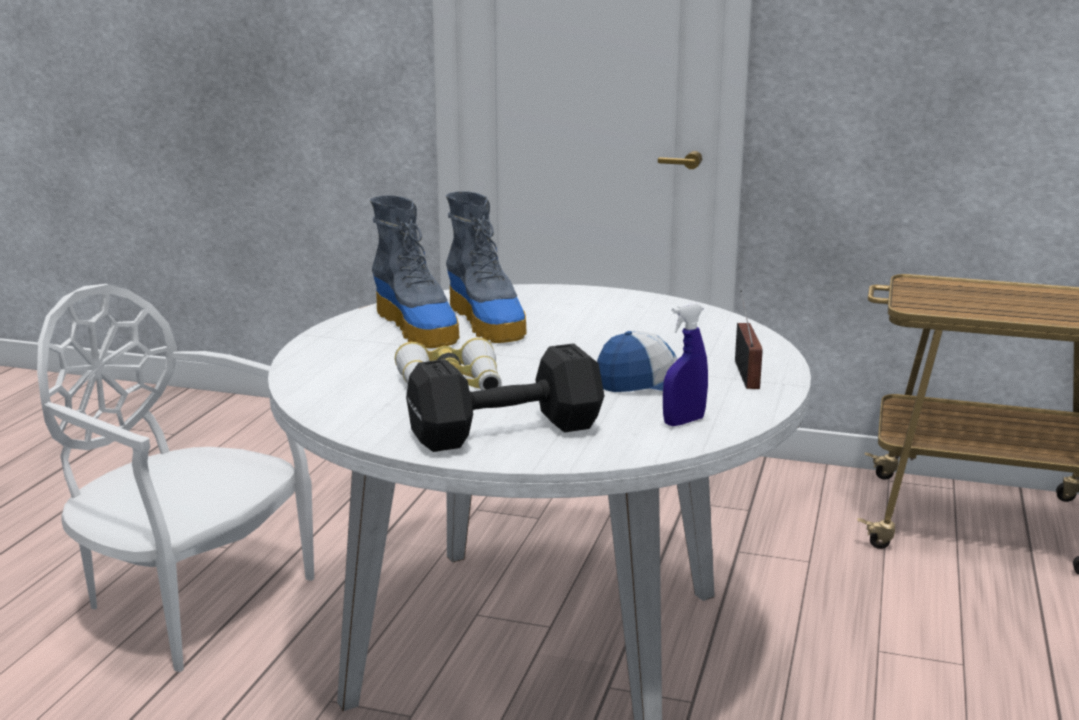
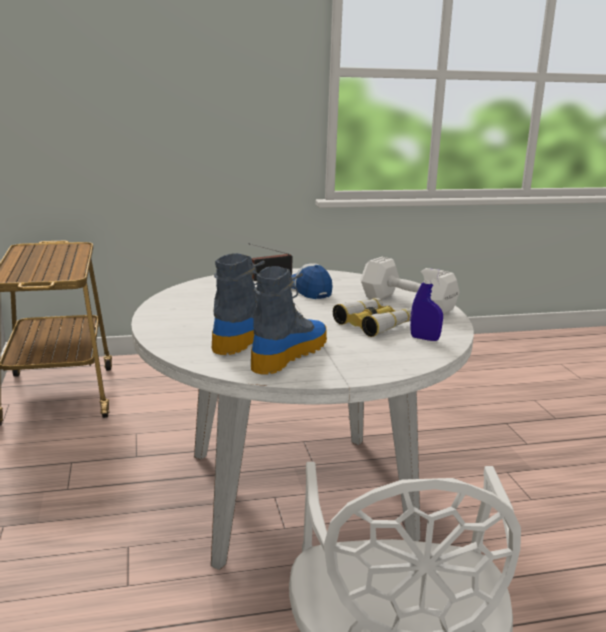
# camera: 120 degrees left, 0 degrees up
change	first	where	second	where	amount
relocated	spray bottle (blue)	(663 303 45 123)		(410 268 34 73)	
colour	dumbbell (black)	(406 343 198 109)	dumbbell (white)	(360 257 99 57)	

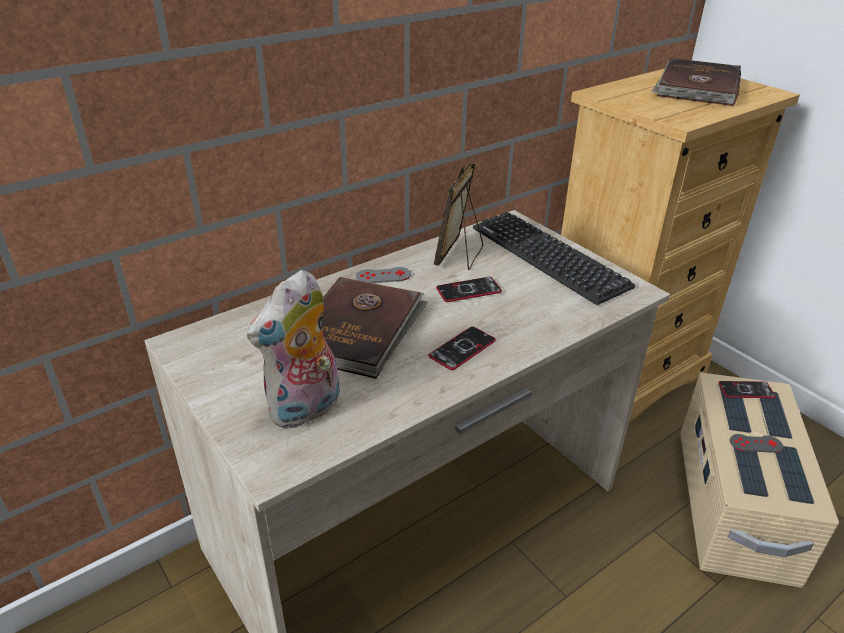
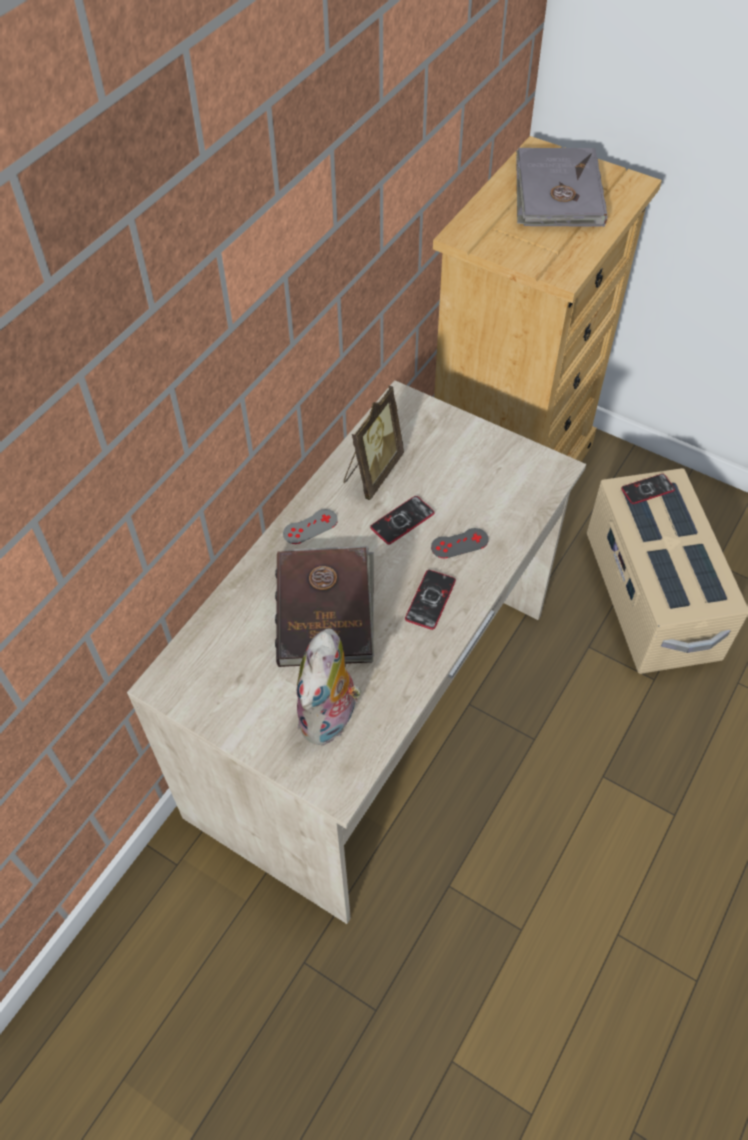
# camera: 20 degrees left, 20 degrees up
change	first	where	second	where	amount
colour	book (brown)	(651 58 90 48)	book (grey)	(516 148 91 79)	
spun	picture frame	(434 163 49 107)		(343 386 61 114)	150 degrees counterclockwise
missing	keyboard	(473 212 162 93)			
relocated	game controller (grey)	(730 434 53 19)		(431 528 57 30)	

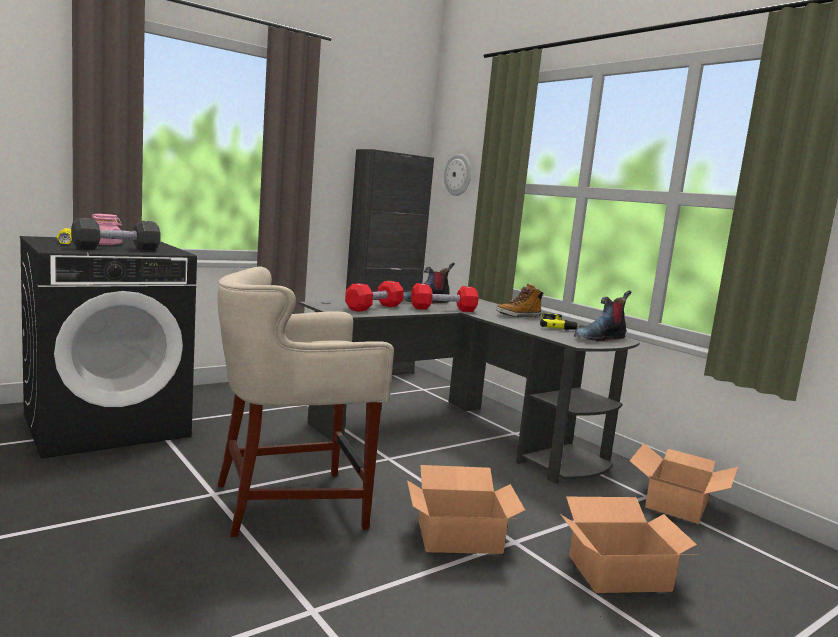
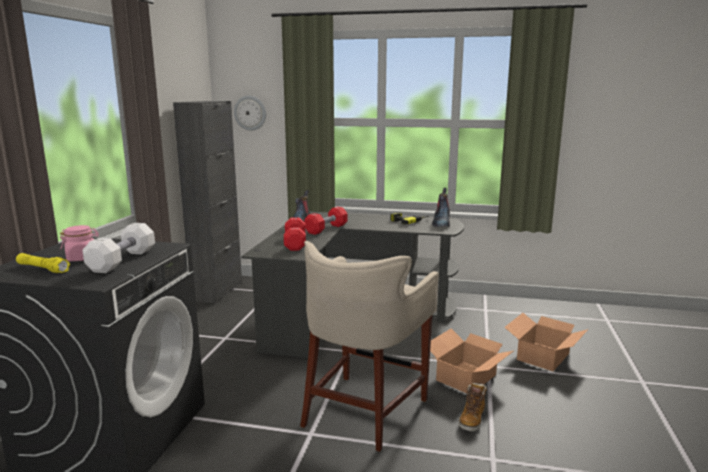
# camera: 40 degrees left, 5 degrees up
change	first	where	second	where	amount
colour	dumbbell (black)	(71 218 90 33)	dumbbell (white)	(82 223 73 50)	
relocated	boot	(496 283 47 34)		(458 383 29 49)	
missing	cardboard box	(630 443 108 81)			

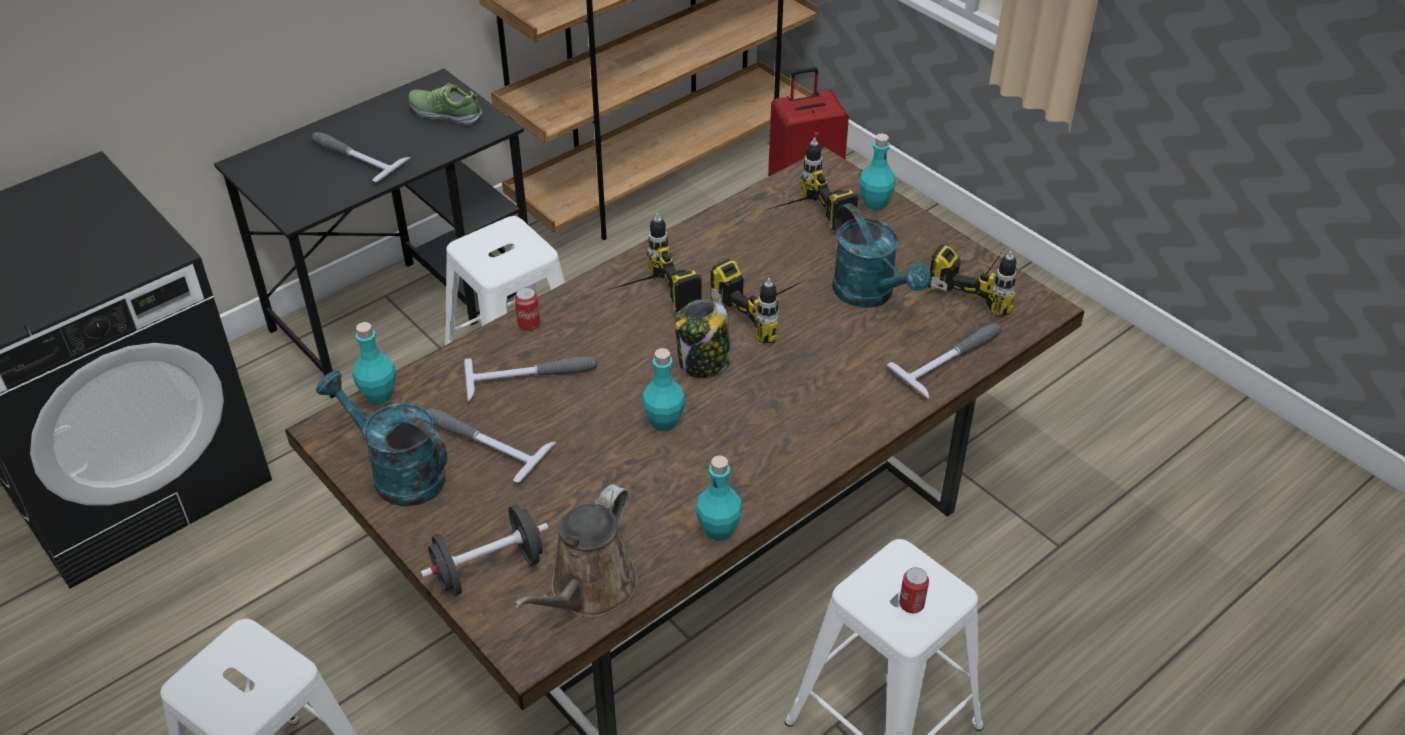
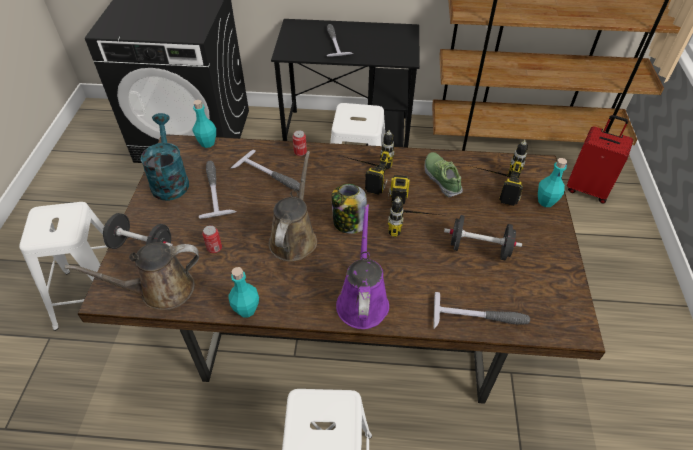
# camera: 45 degrees right, 5 degrees up
change	first	where	second	where	amount
relocated	shoe	(408 83 74 43)		(424 152 39 45)	
exchanged	watering can (turquoise)	(832 203 99 105)	dumbbell (black)	(444 215 78 45)	
missing	power drill	(928 244 89 72)			
exchanged	bottle (turquoise)	(642 348 43 83)	watering can (brown)	(268 151 49 111)	
relocated	can	(899 567 30 46)		(202 225 20 28)	
appeared			watering can (purple)	(336 205 53 124)	

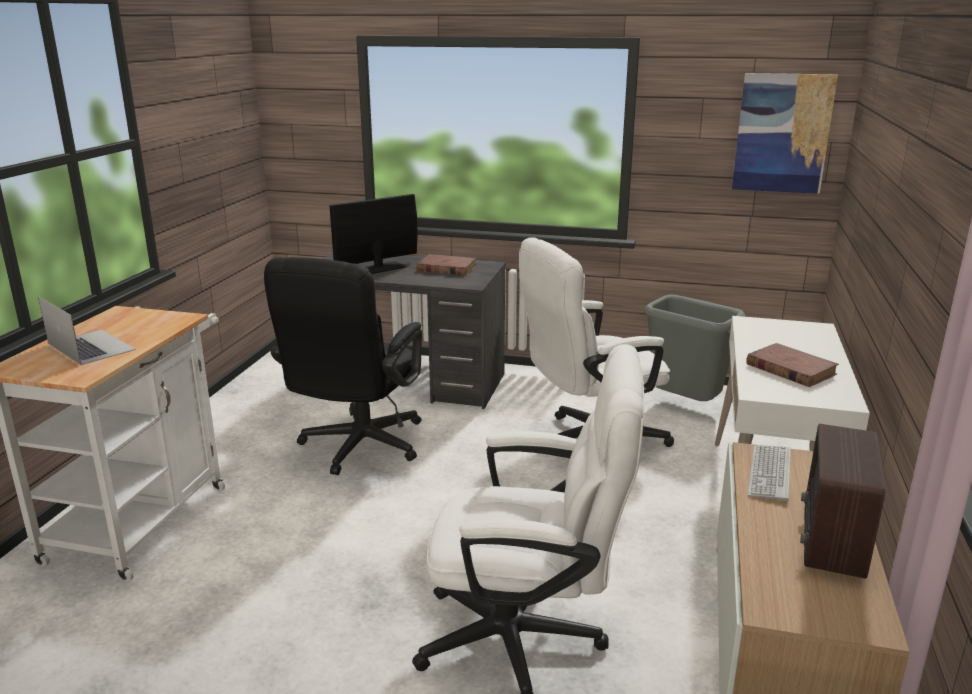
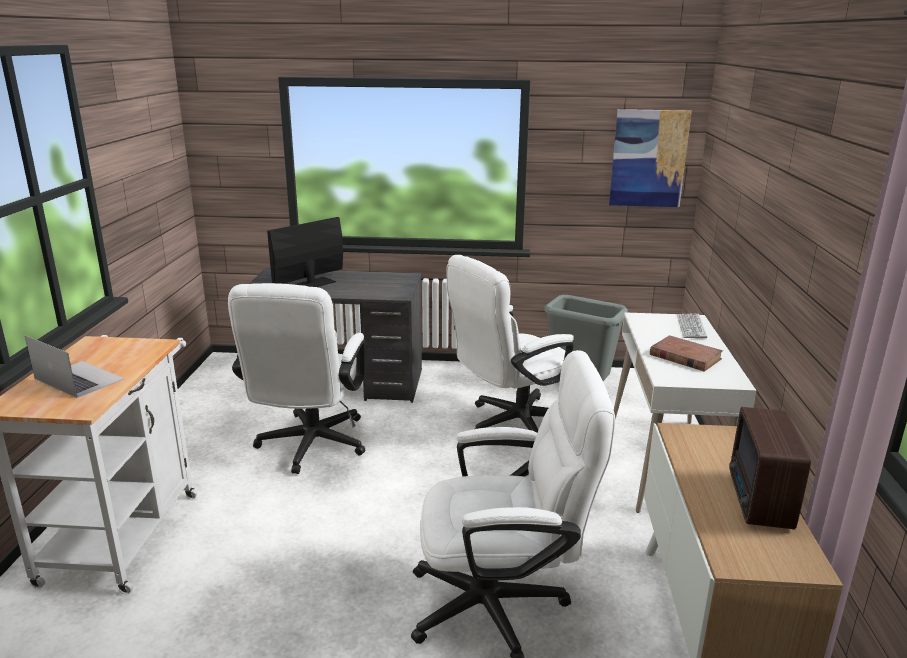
# camera: 10 degrees left, 0 degrees up
change	first	where	second	where	amount
missing	book (brown)	(417 254 60 22)			
colour	office chair (black)	(264 257 158 218)	office chair (white)	(228 283 137 191)	
relocated	keyboard	(748 445 43 56)		(677 313 30 25)	

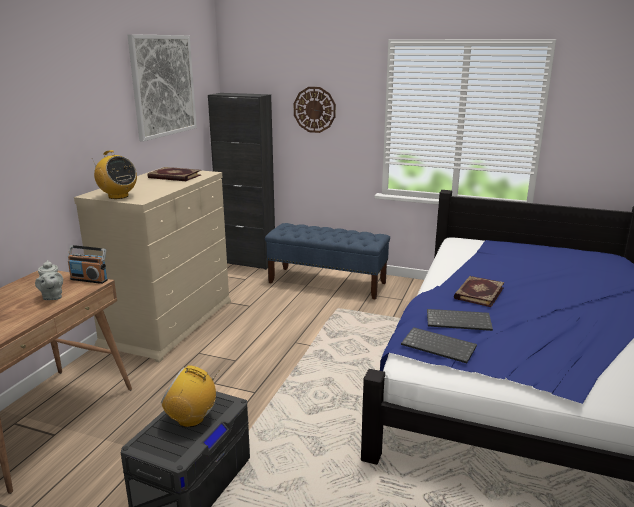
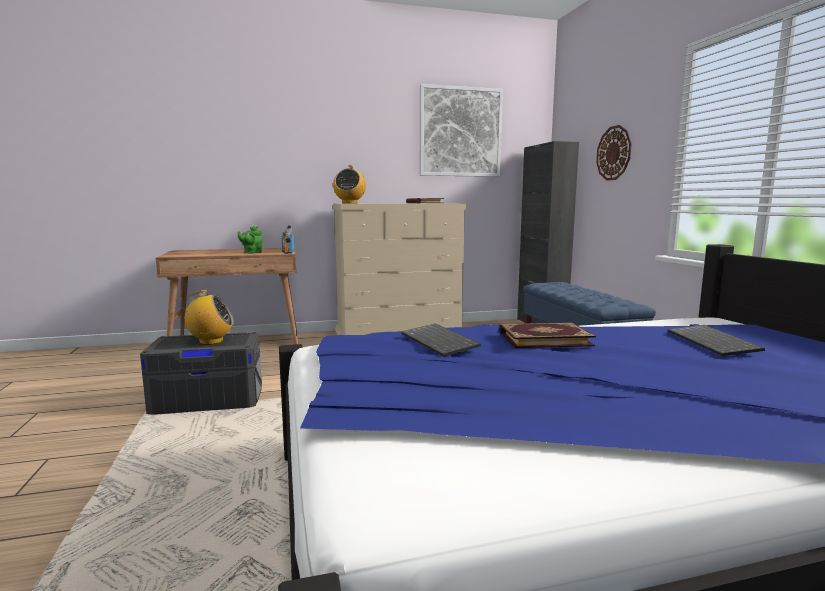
# camera: 55 degrees right, 10 degrees down
change	first	where	second	where	amount
colour	teapot (grey)	(35 260 28 40)	teapot (green)	(238 226 25 28)	
relocated	keyboard	(401 327 76 36)		(668 325 97 31)	
spun	radio	(161 365 56 62)		(179 290 55 55)	105 degrees clockwise

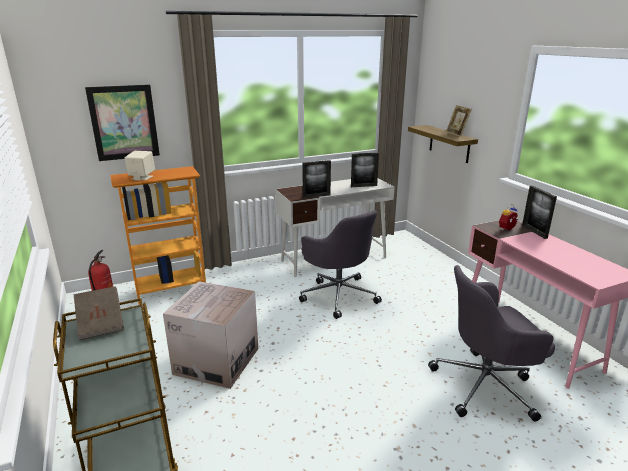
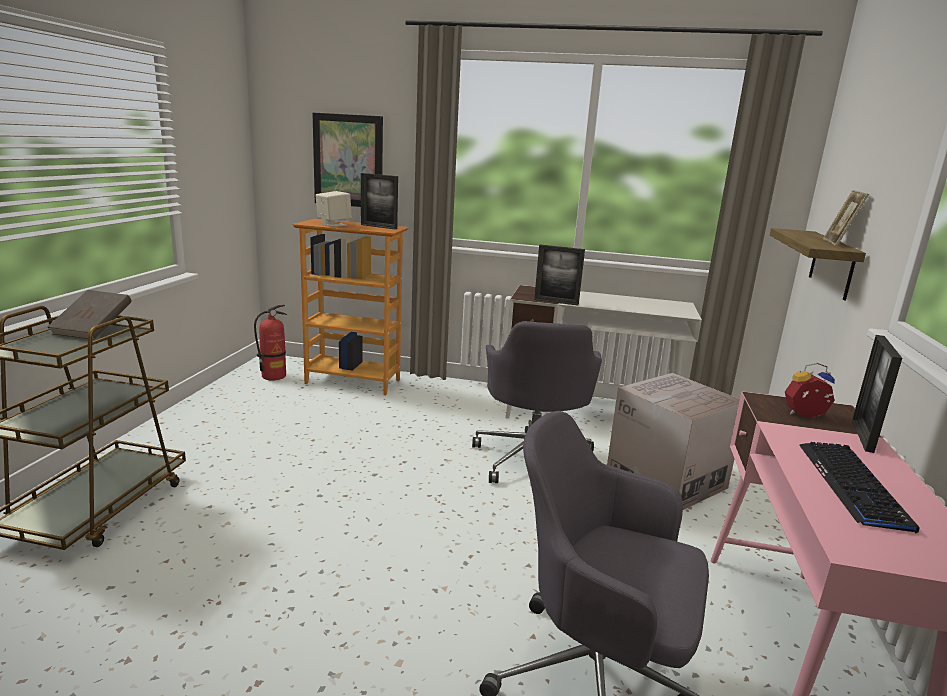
# camera: 35 degrees right, 5 degrees down
change	first	where	second	where	amount
relocated	picture frame	(351 153 28 34)		(361 173 37 56)	
relocated	cardboard box	(163 281 95 108)		(607 373 133 137)	
appeared			keyboard	(799 442 121 91)	

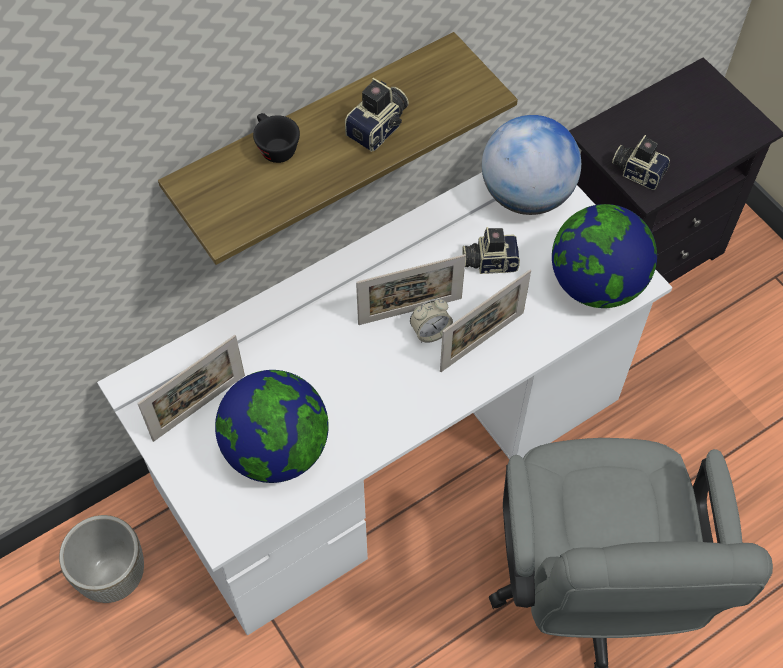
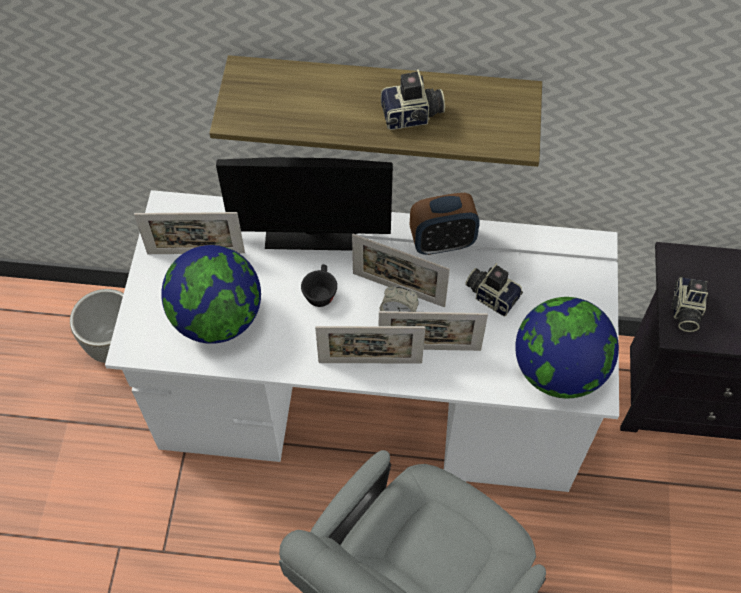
# camera: 40 degrees right, 0 degrees up
change	first	where	second	where	amount
relocated	cup (black)	(253 113 47 50)		(301 264 36 43)	
missing	globe	(482 115 99 100)			
spun	photo camera	(612 135 58 55)		(672 277 36 55)	150 degrees counterclockwise
appeared			monitor	(216 157 177 94)	
appeared			alarm clock	(410 193 70 62)	
appeared			picture frame	(315 326 110 38)	

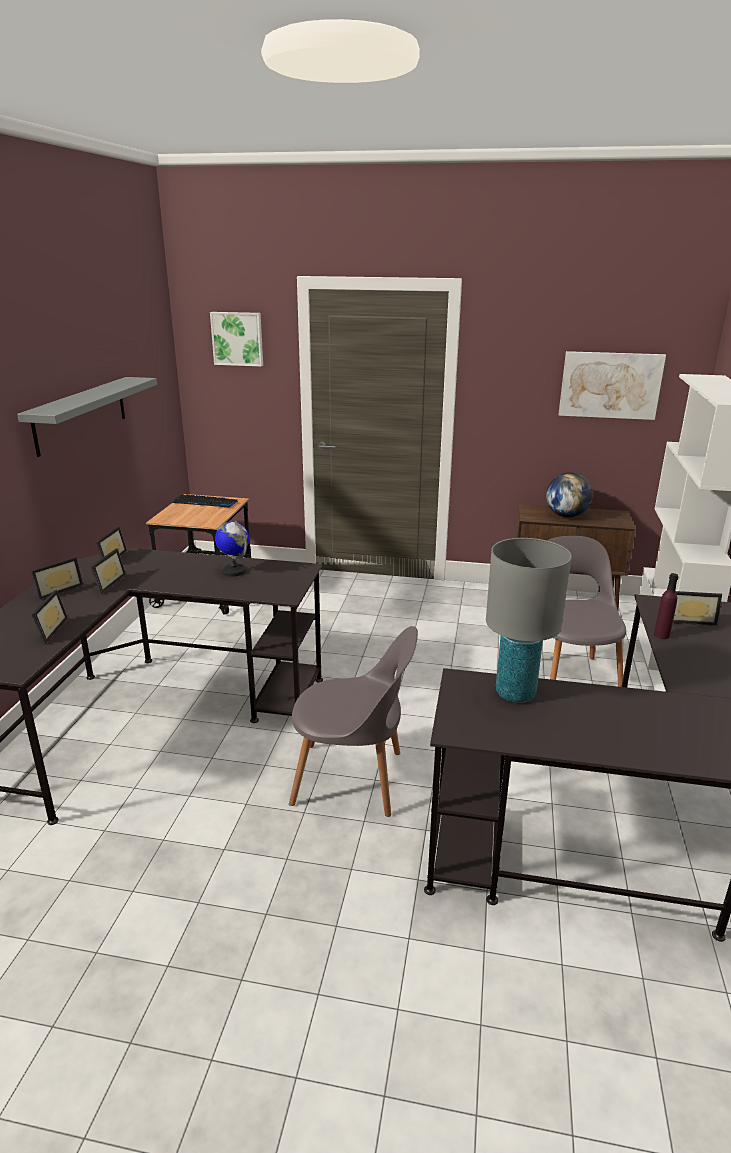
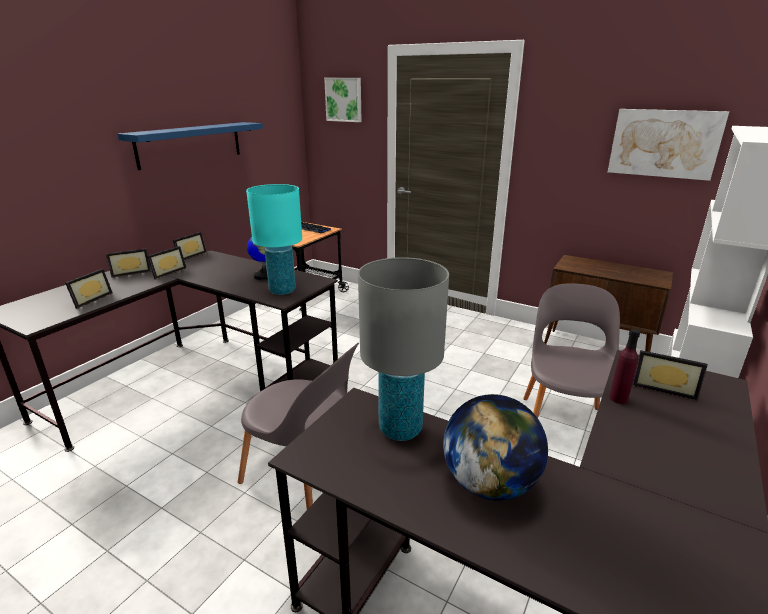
# camera: 20 degrees right, 0 degrees up
change	first	where	second	where	amount
colour	shelf (grey)	(17 377 140 80)	shelf (blue)	(117 122 146 48)	
relocated	globe	(546 472 47 45)		(443 394 105 107)	
appeared			table lamp (turquoise)	(246 184 56 111)	

